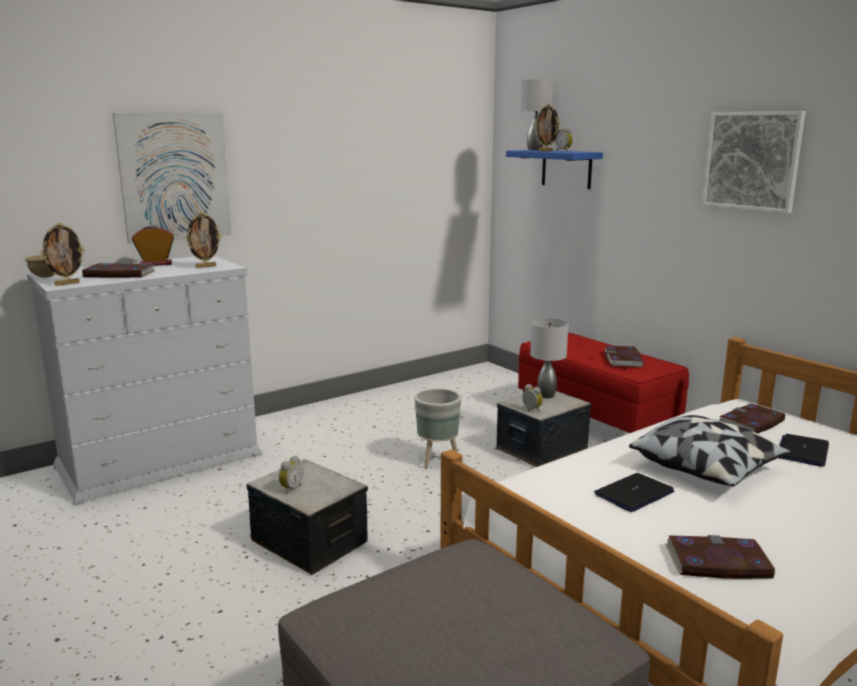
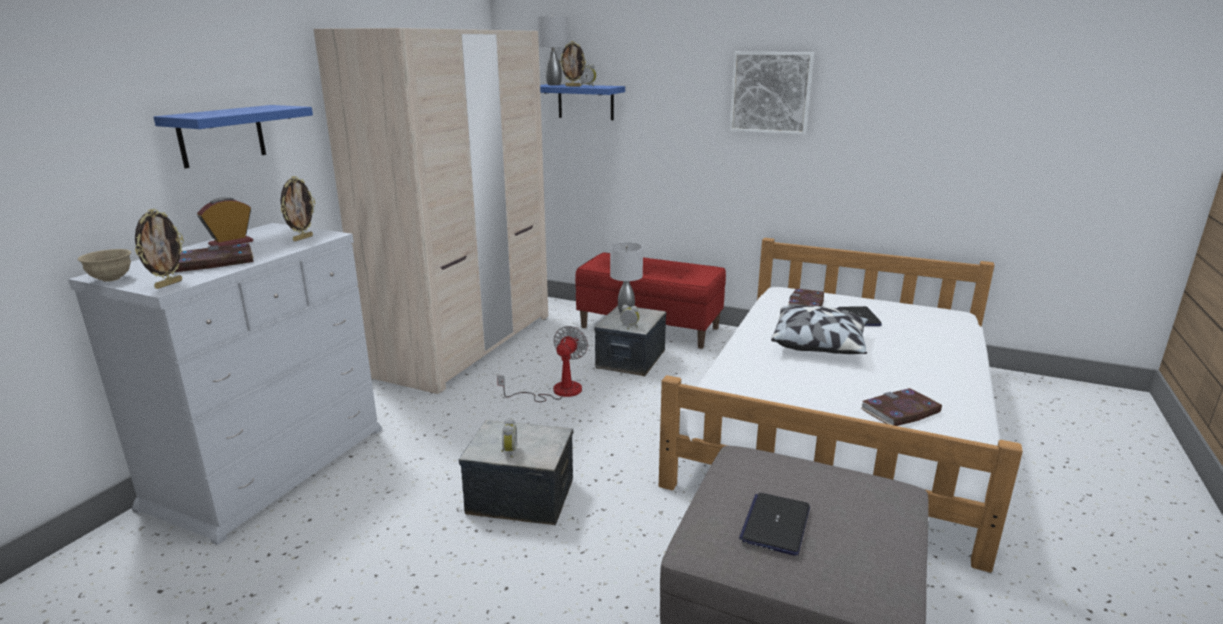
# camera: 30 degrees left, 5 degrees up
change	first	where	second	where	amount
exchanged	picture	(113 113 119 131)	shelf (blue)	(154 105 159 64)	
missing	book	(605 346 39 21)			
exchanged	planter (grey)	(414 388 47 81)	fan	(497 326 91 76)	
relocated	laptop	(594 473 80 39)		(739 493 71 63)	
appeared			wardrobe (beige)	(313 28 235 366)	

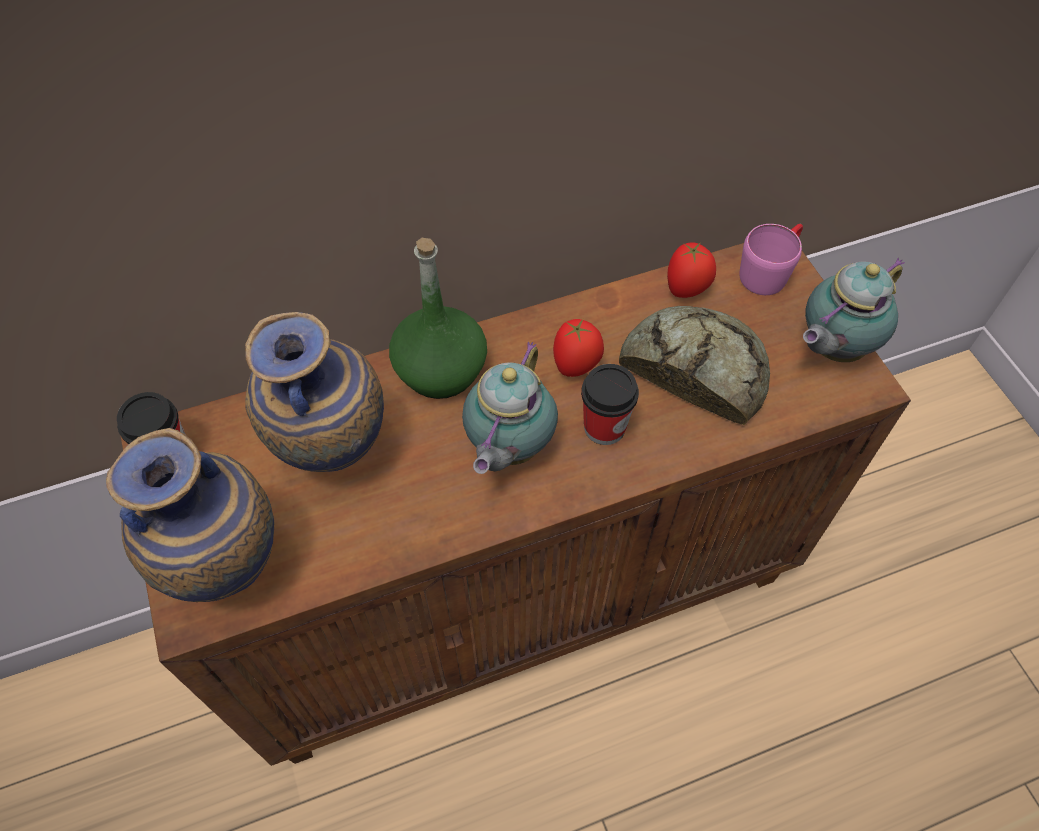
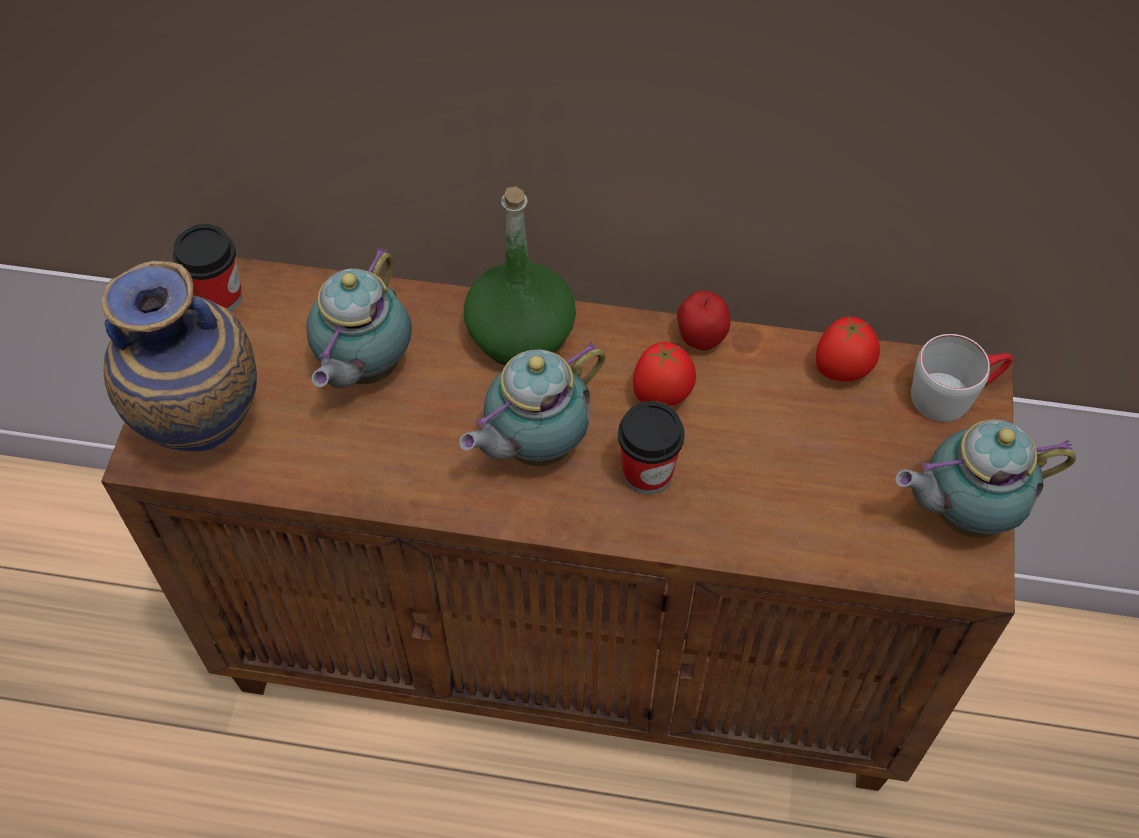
# camera: 30 degrees right, 0 degrees up
change	first	where	second	where	amount
colour	mug (pink)	(739 224 64 71)	mug (grey)	(911 334 102 88)	
missing	bread	(619 306 151 119)			
exchanged	vase	(245 312 139 160)	teapot	(306 247 106 141)	
appeared			apple	(677 291 54 59)	

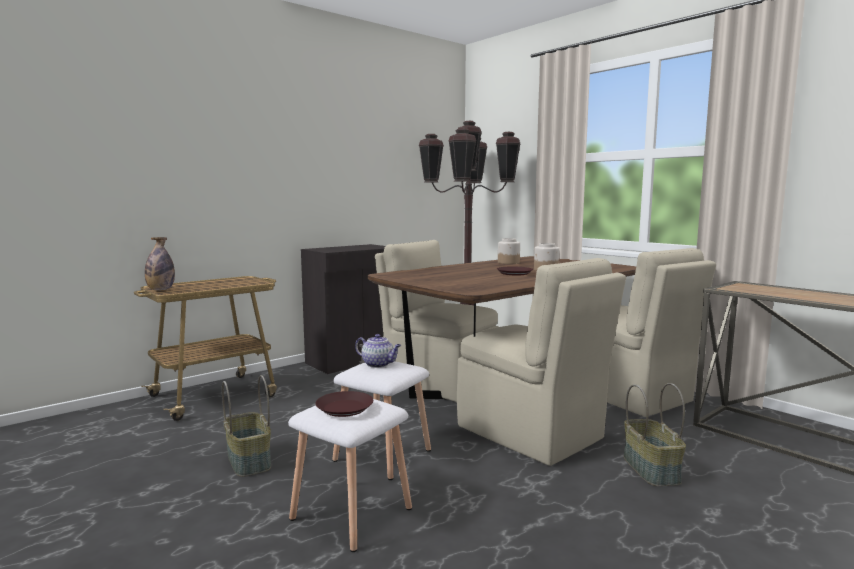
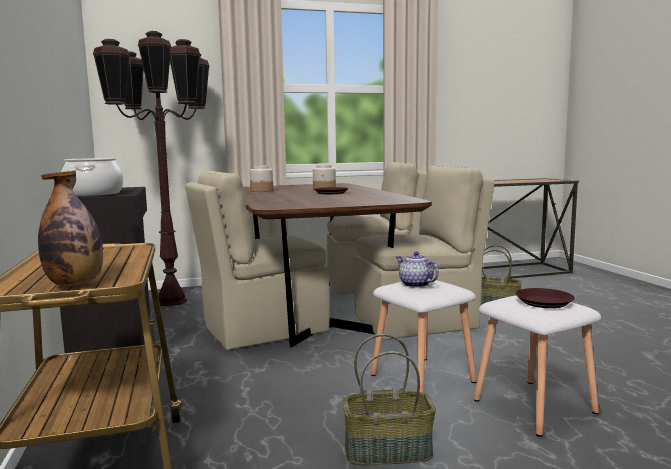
# camera: 65 degrees left, 0 degrees up
change	first	where	second	where	amount
spun	teapot	(355 334 46 34)		(396 252 43 36)	90 degrees counterclockwise
appeared			cooking pot	(61 158 62 39)	

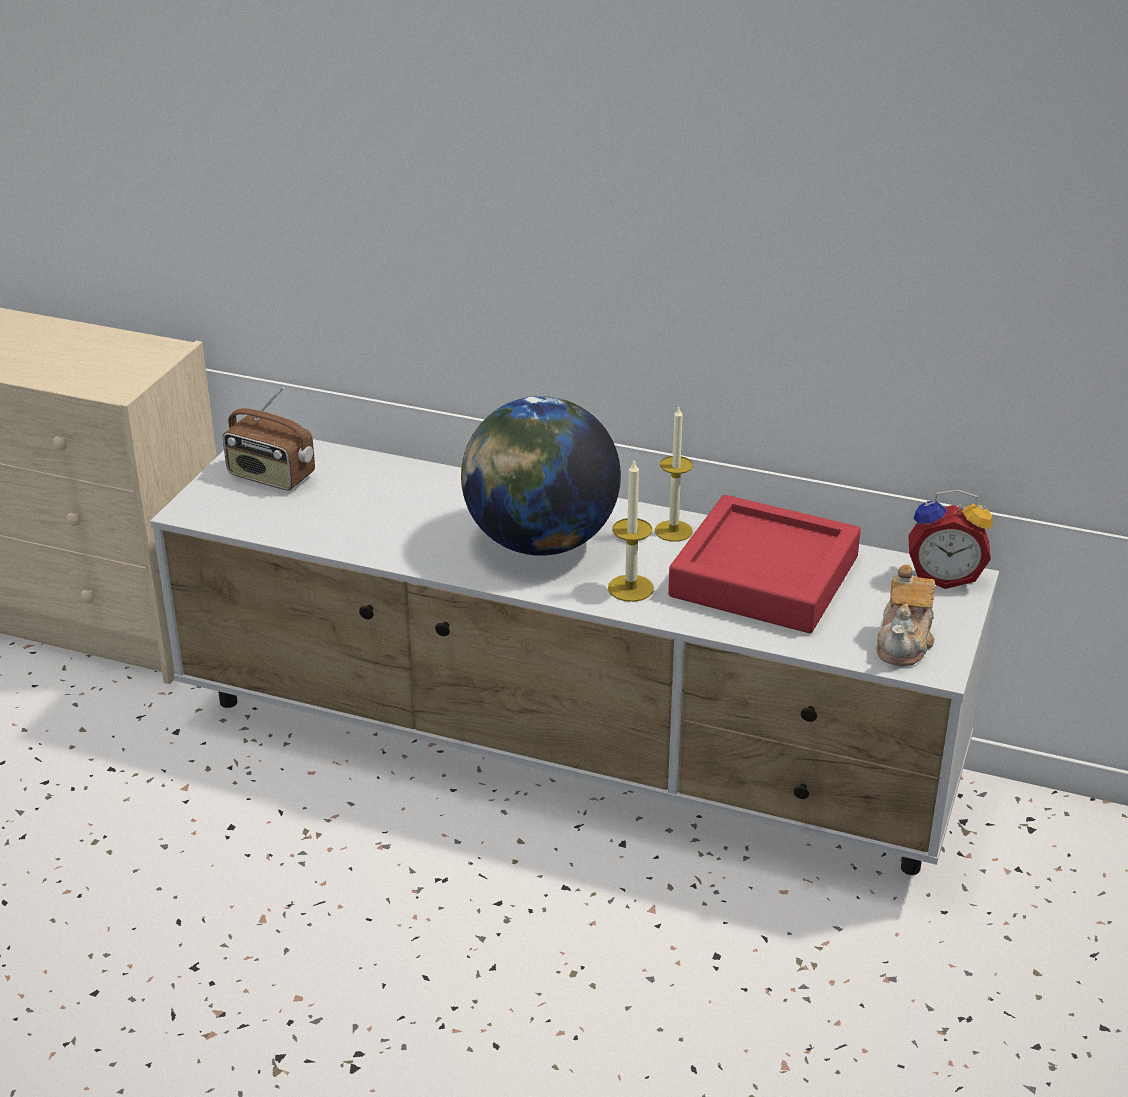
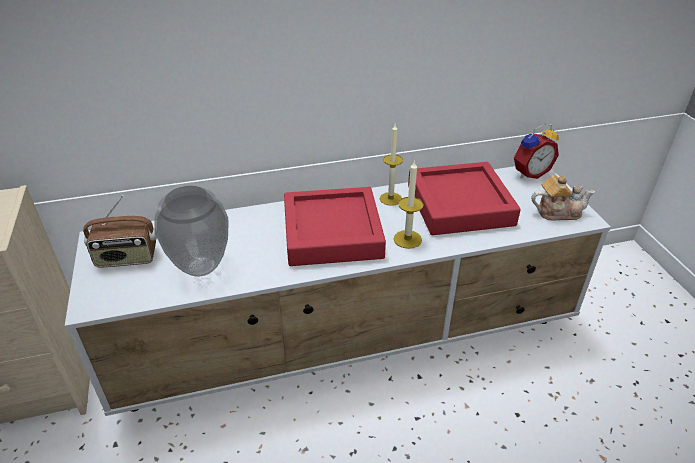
# camera: 35 degrees left, 5 degrees up
change	first	where	second	where	amount
exchanged	globe	(461 396 160 160)	tray (red)	(284 187 102 79)	
spun	teapot	(876 564 59 102)		(531 175 64 46)	75 degrees counterclockwise
appeared			vase	(154 186 75 91)	

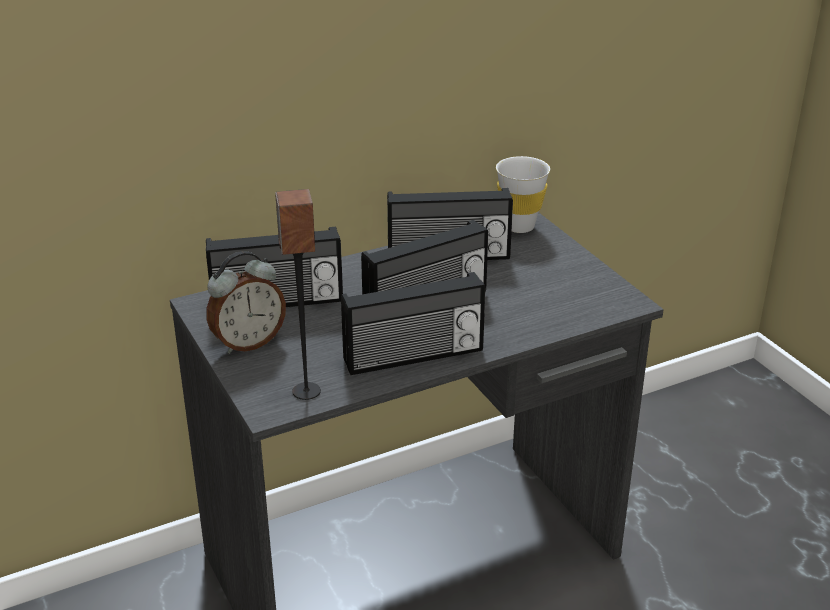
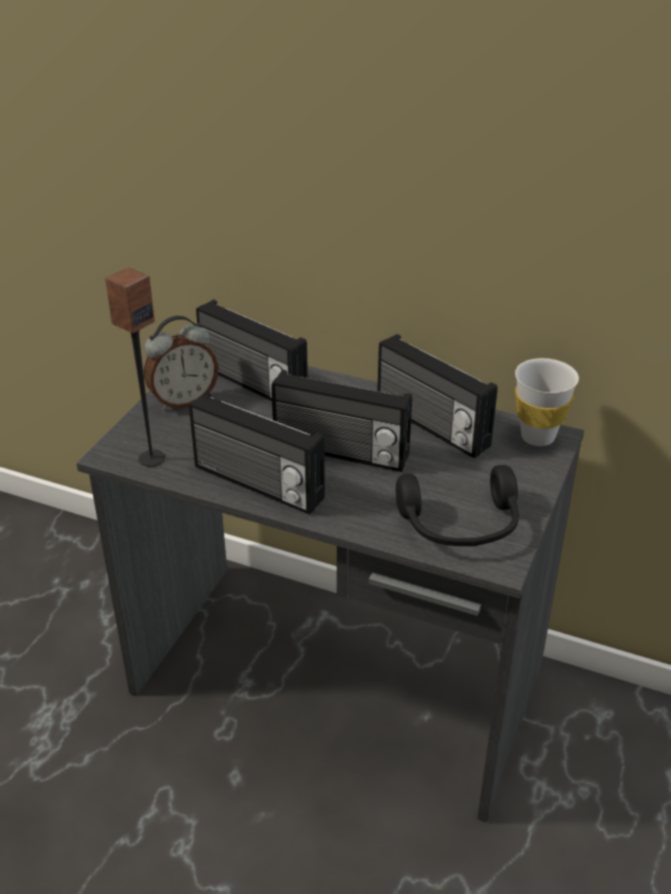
# camera: 50 degrees right, 5 degrees up
change	first	where	second	where	amount
spun	alarm clock	(206 251 80 103)		(144 316 74 94)	45 degrees counterclockwise
appeared			headphones (black)	(396 465 123 81)	

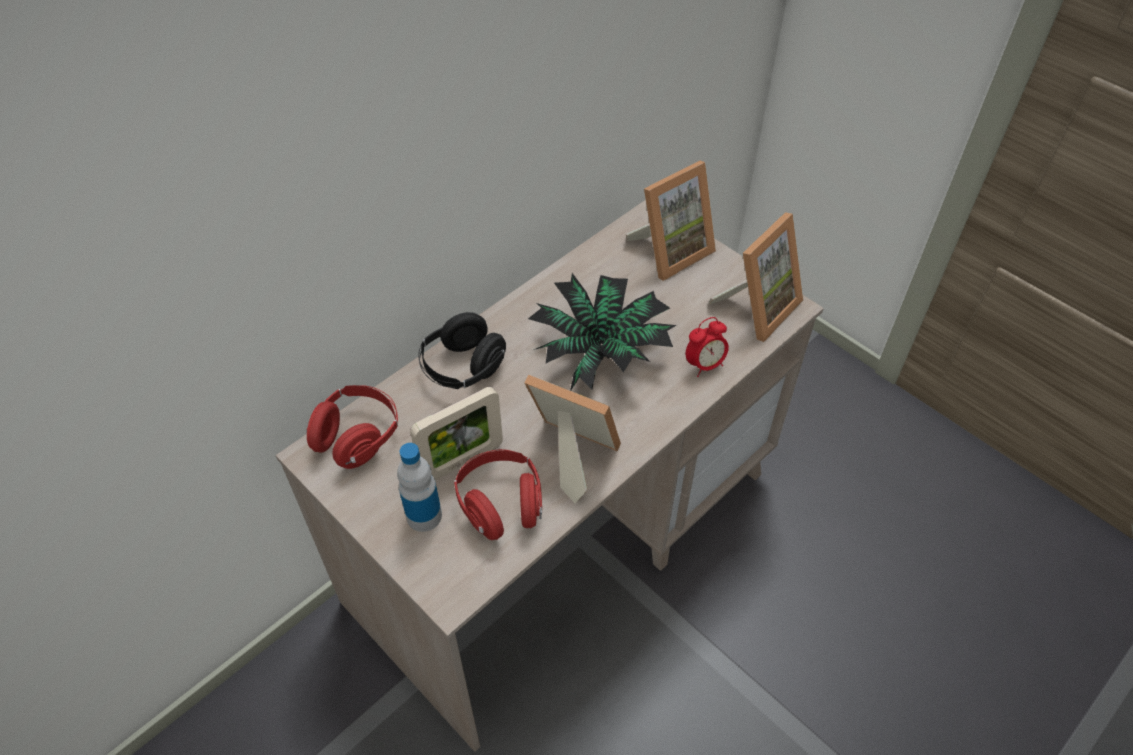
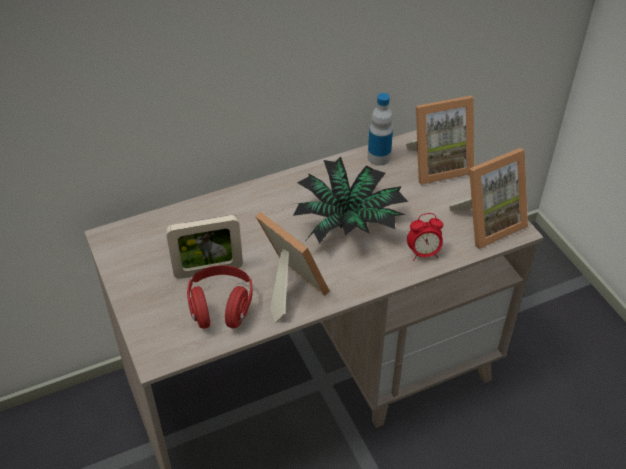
# camera: 20 degrees right, 5 degrees down
change	first	where	second	where	amount
missing	headphones (black)	(418 312 88 77)			
missing	headphones (red)	(307 385 91 84)			
relocated	bottle	(397 443 45 89)		(368 93 25 73)	

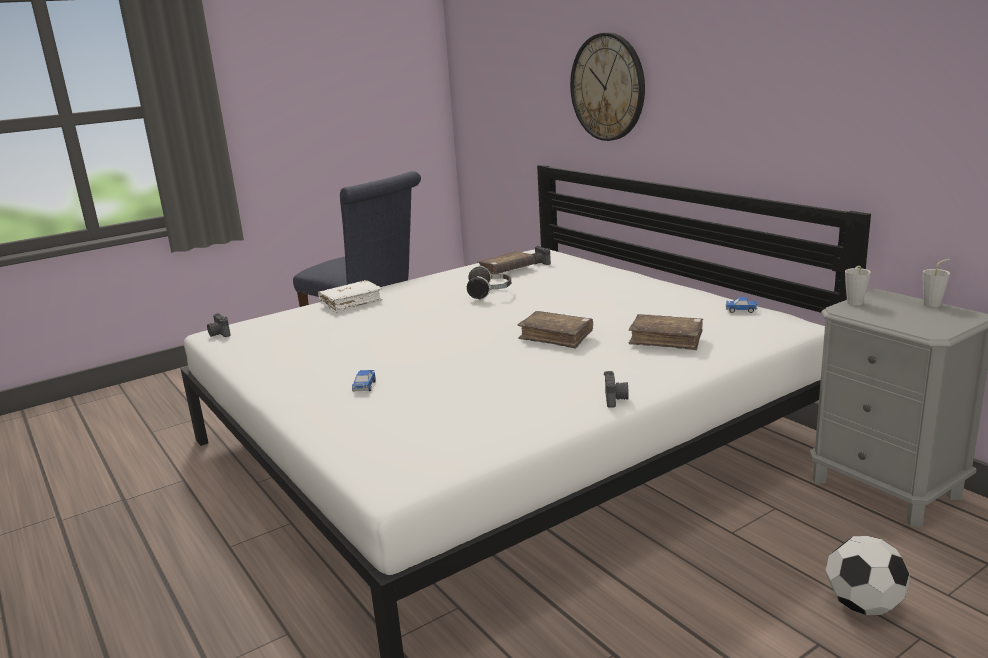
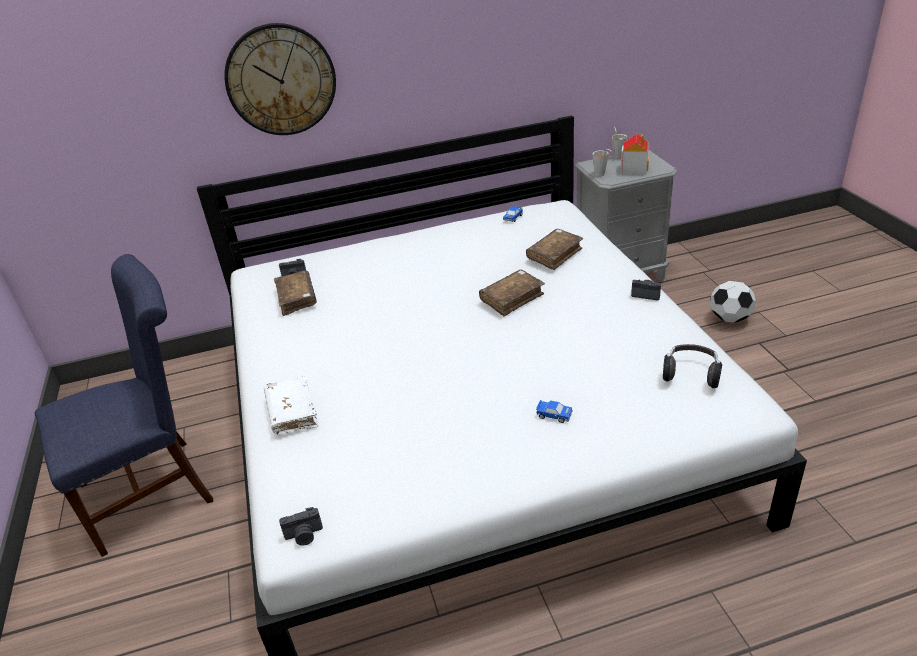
# camera: 70 degrees left, 15 degrees up
change	first	where	second	where	amount
relocated	headphones	(467 266 44 34)		(663 344 59 44)	
appeared			toy house	(621 134 28 41)	

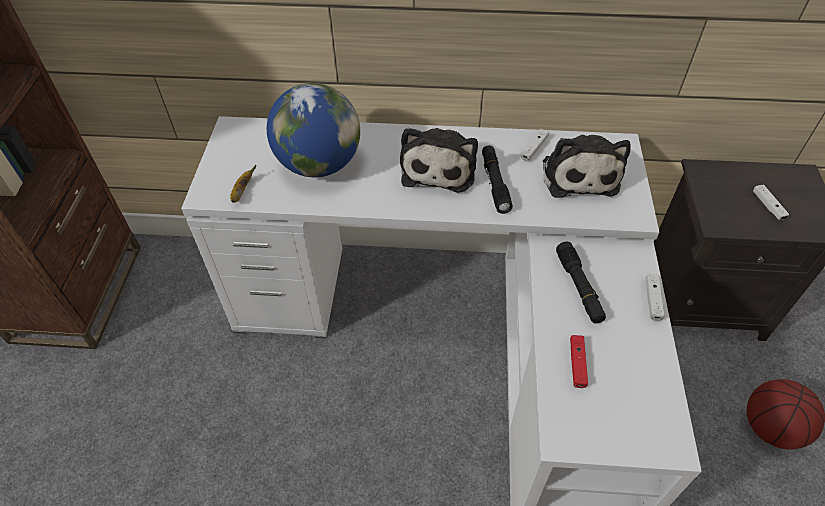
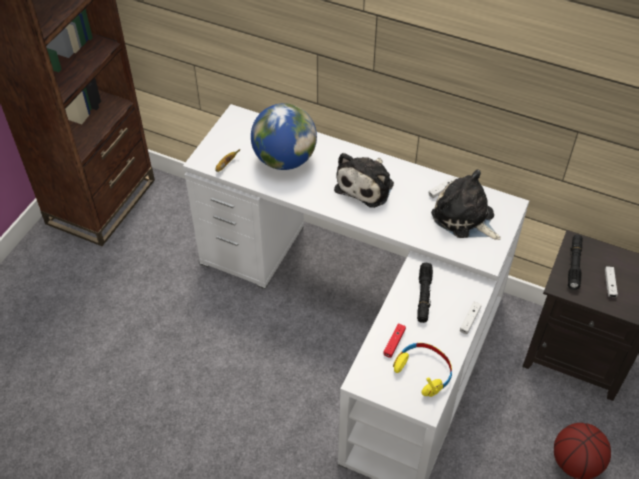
# camera: 20 degrees right, 0 degrees up
change	first	where	second	where	amount
spun	plush toy	(543 135 88 63)		(431 169 70 71)	120 degrees clockwise
relocated	flashlight (black)	(482 145 31 69)		(568 235 15 55)	
appeared			headphones (yellow)	(393 343 59 54)	

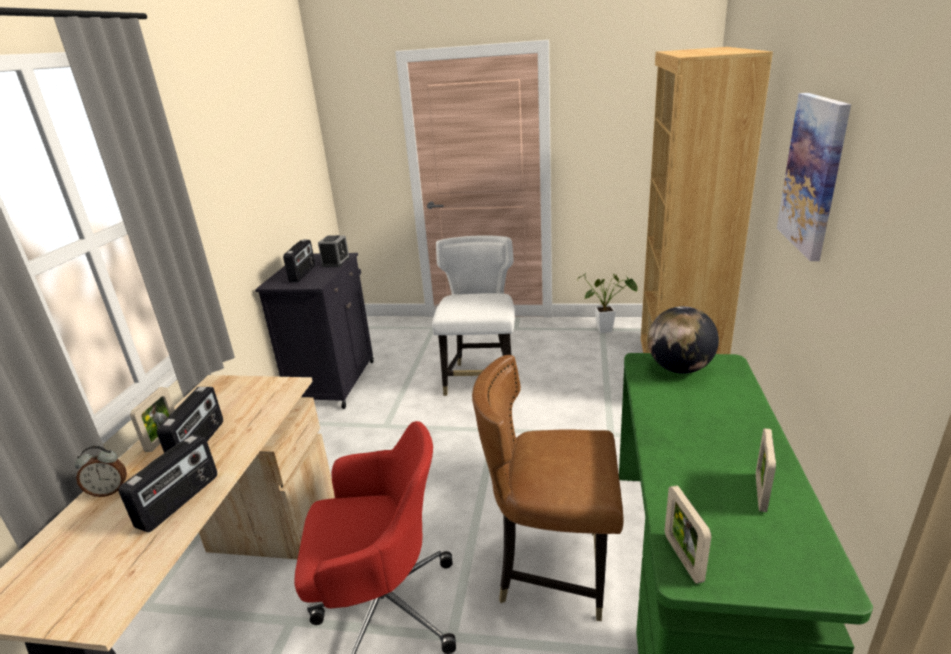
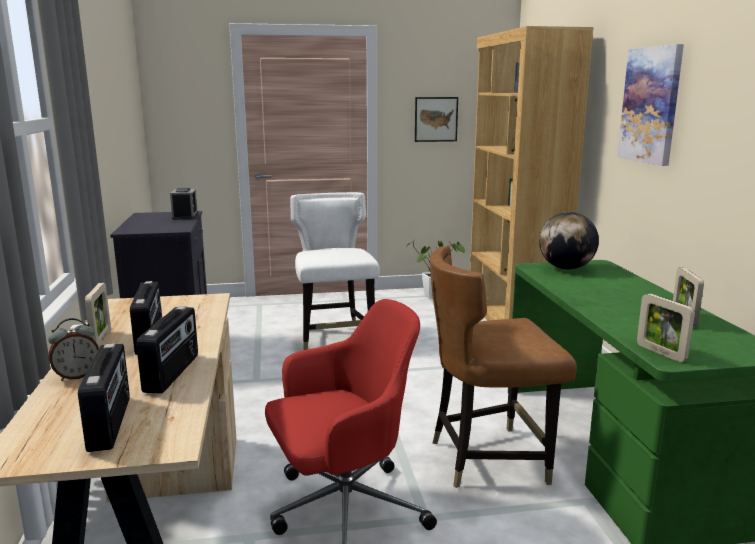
# camera: 20 degrees left, 10 degrees down
change	first	where	second	where	amount
relocated	radio	(283 239 32 43)		(78 343 52 109)	
appeared			picture	(415 97 43 45)	

